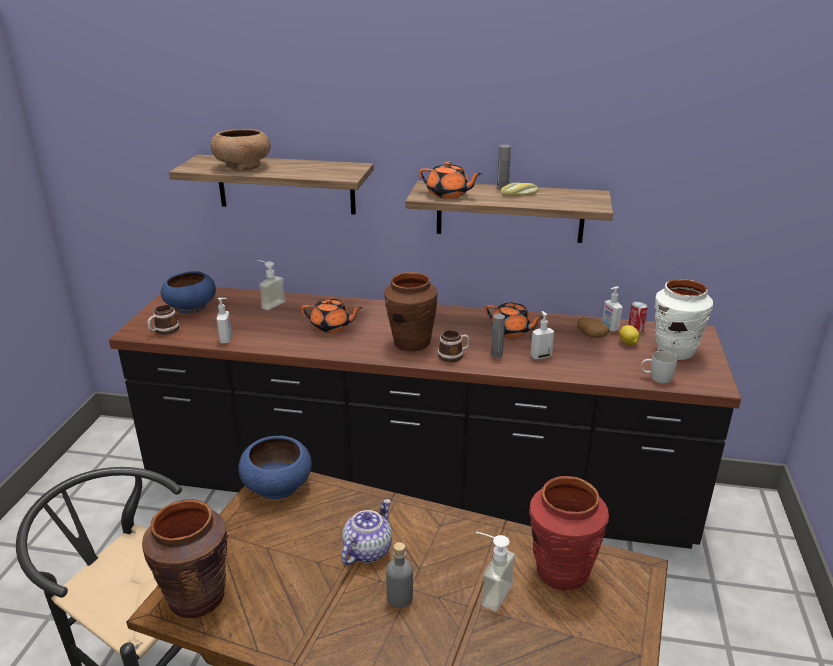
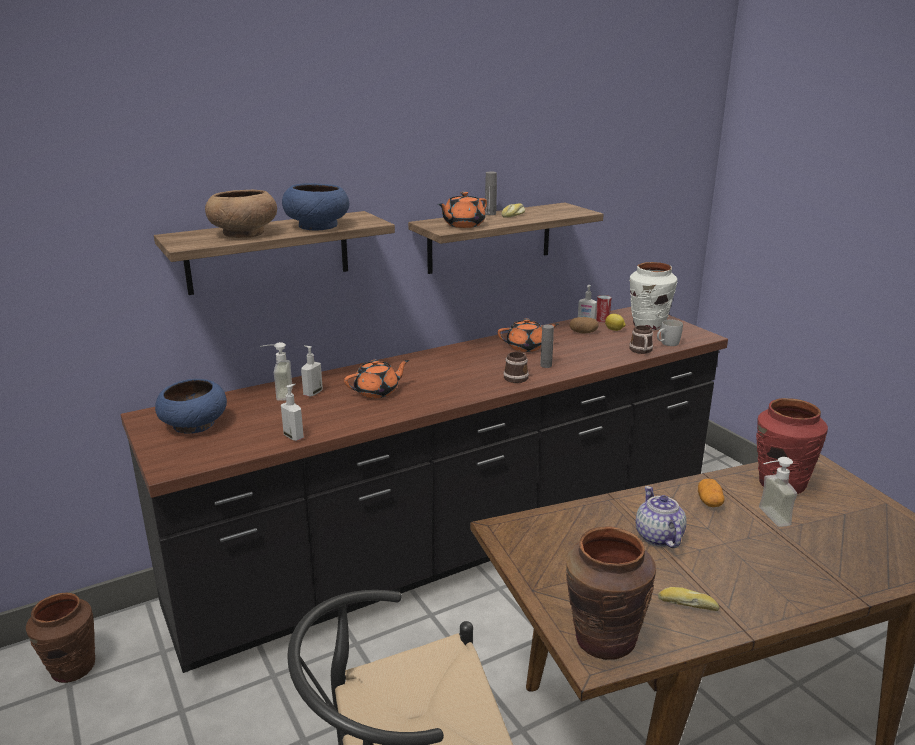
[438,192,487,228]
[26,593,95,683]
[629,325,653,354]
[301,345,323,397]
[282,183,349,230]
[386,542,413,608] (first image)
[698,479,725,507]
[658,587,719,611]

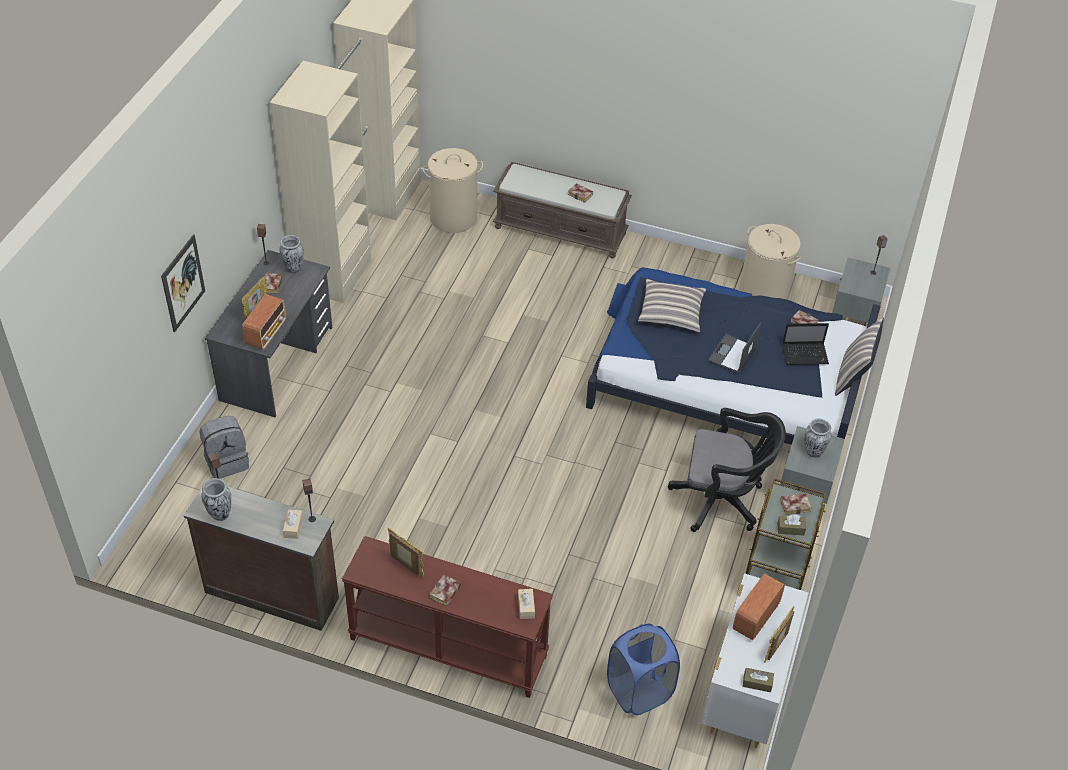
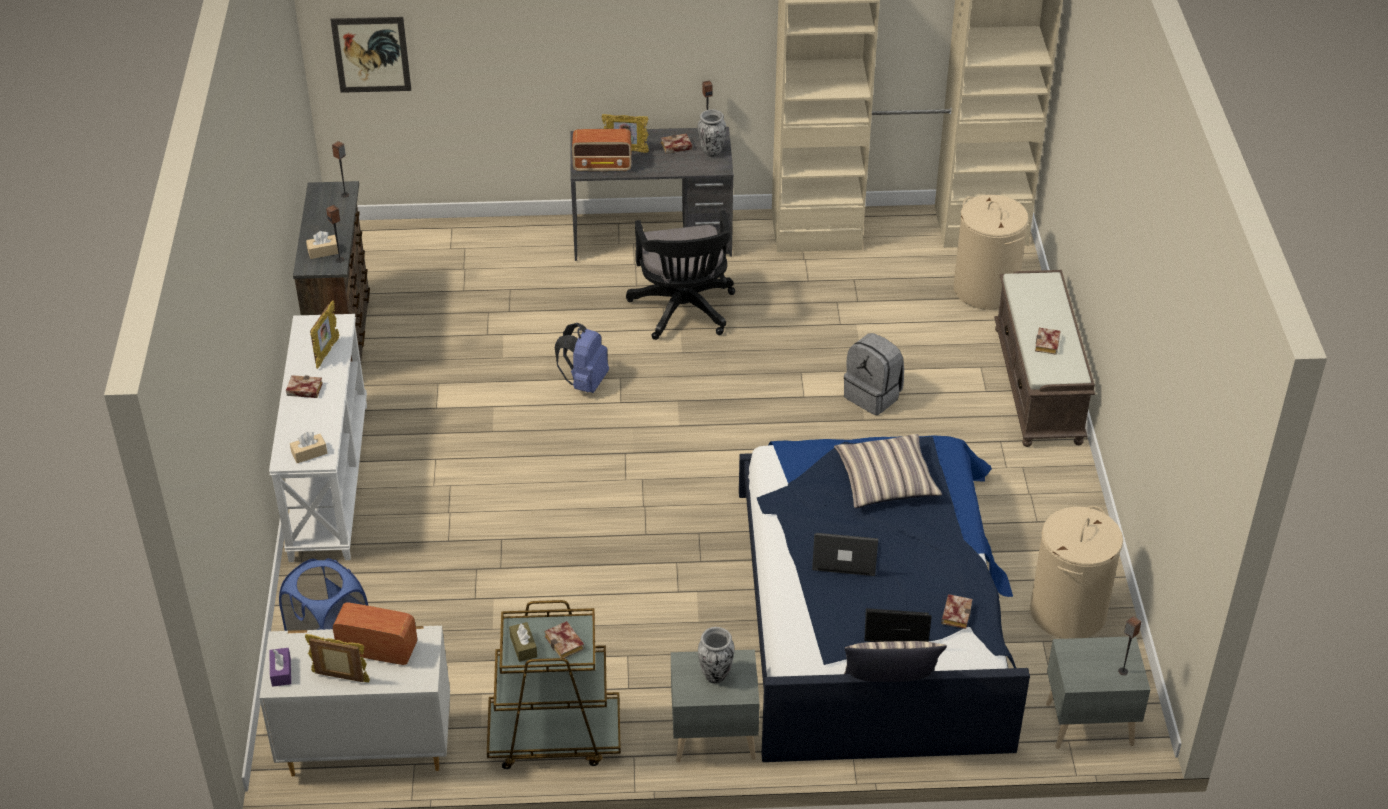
[330,17,411,93]
[864,608,932,642]
[626,211,735,340]
[844,333,904,415]
[201,478,231,521] (first image)
[269,314,367,562]
[269,648,291,687]
[555,323,609,393]

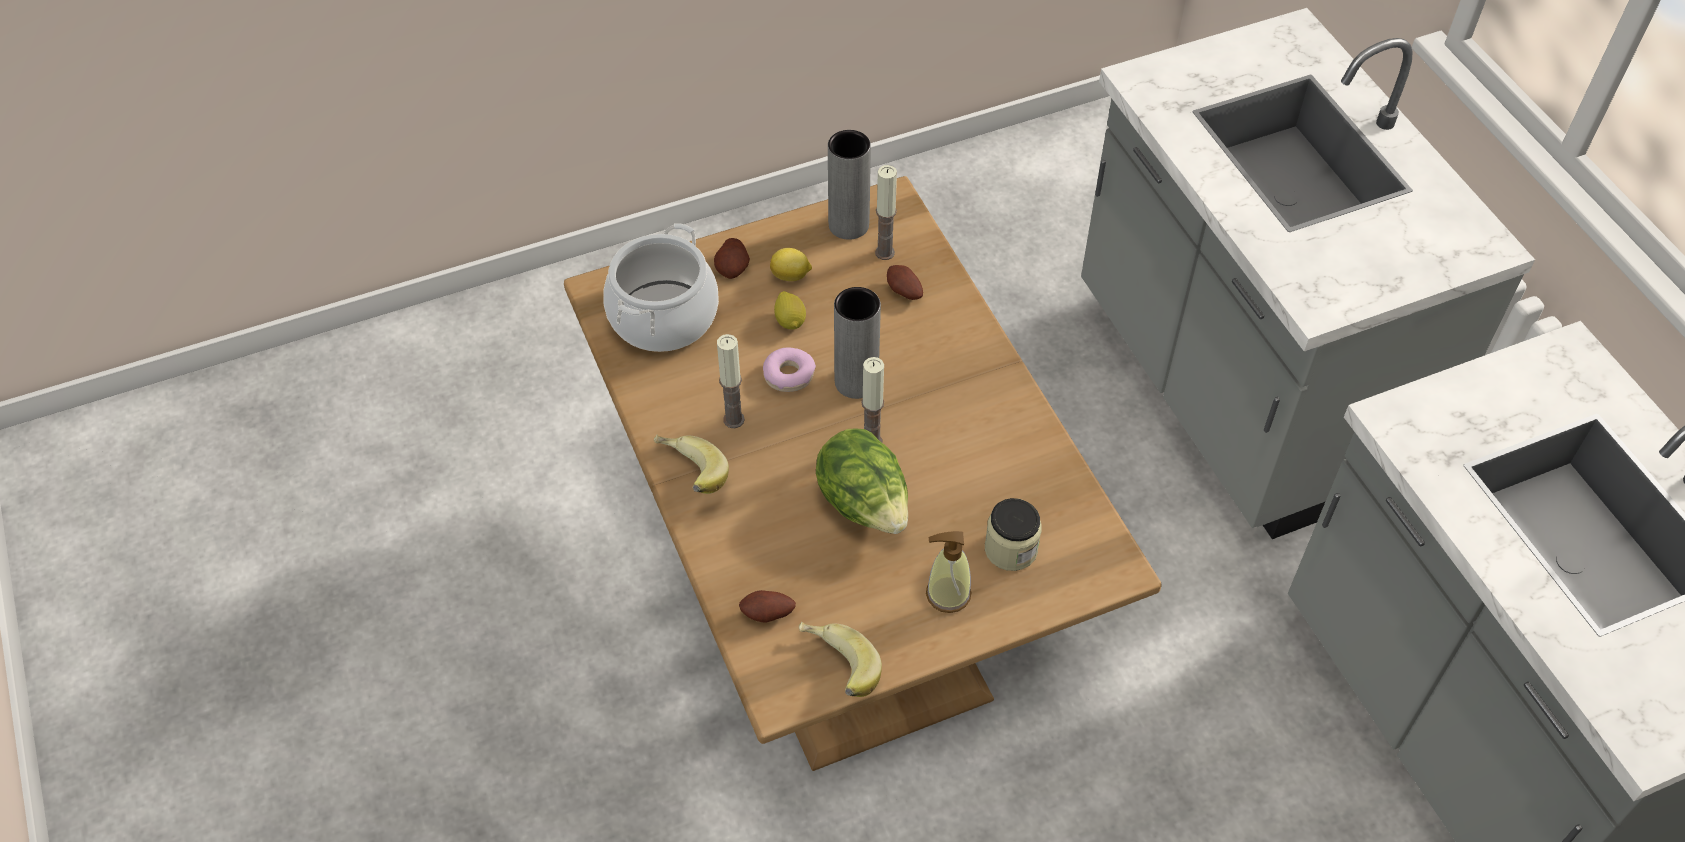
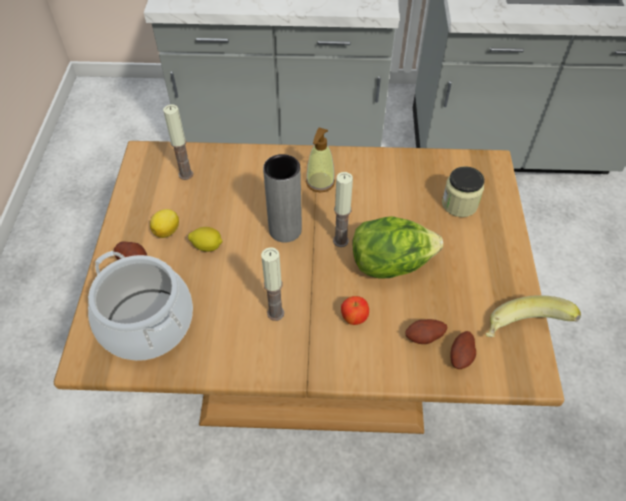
[828,130,871,240] (first image)
[405,319,448,344]
[763,347,816,392] (first image)
[654,435,729,494] (first image)
[306,127,335,193]
[341,296,369,325]

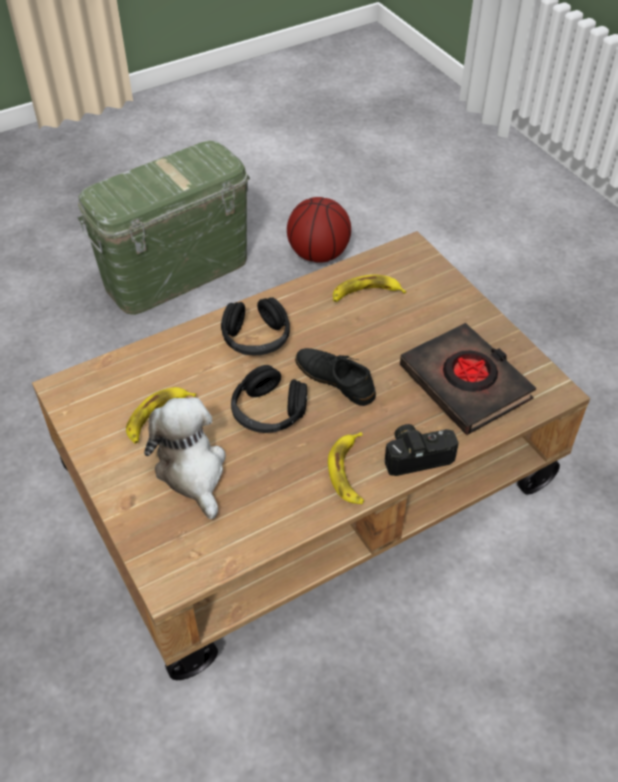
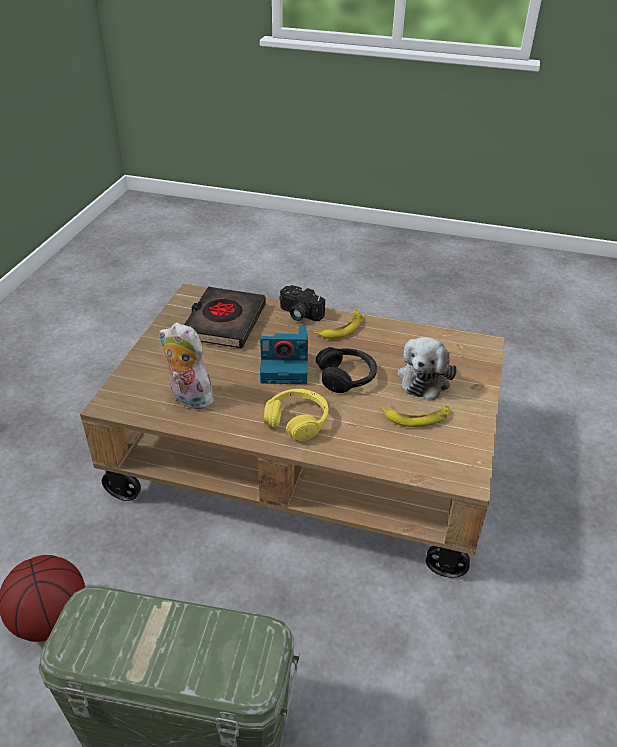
[159,322,217,409]
[264,389,329,441]
[260,326,308,384]

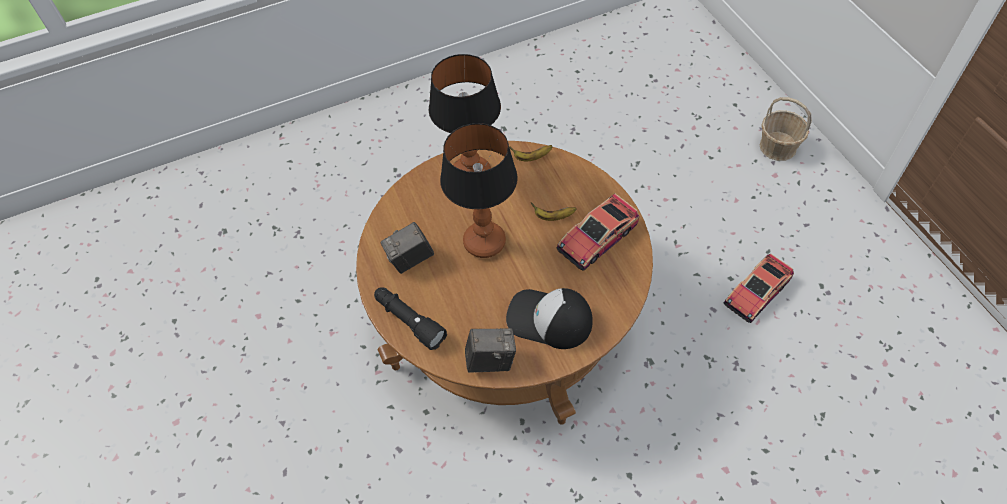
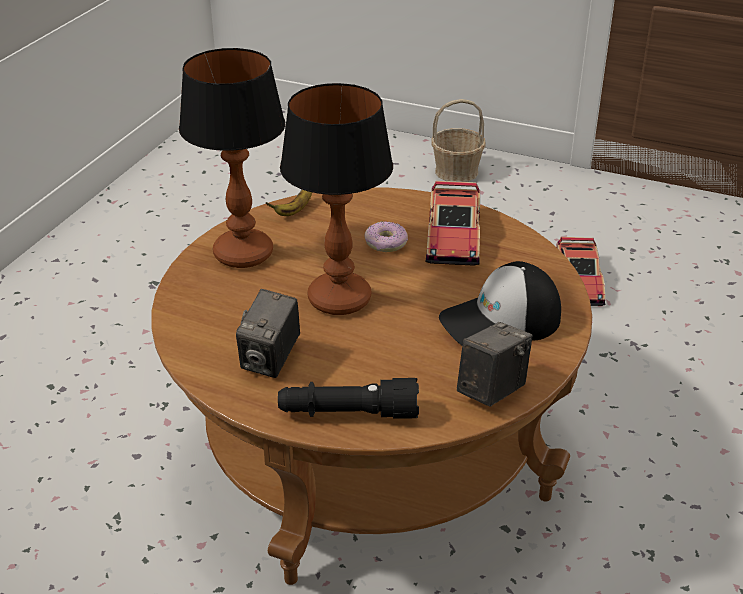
[365,221,408,252]

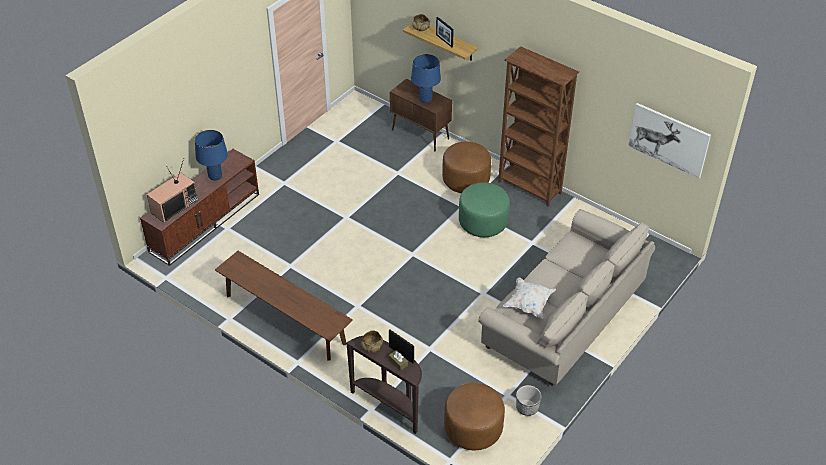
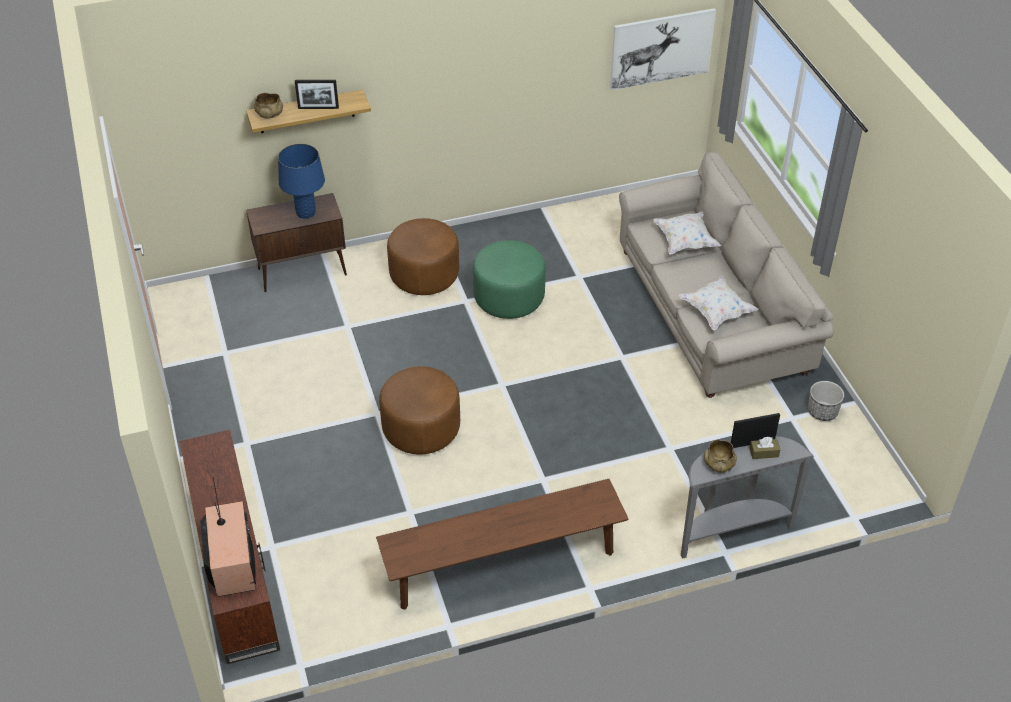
[498,46,579,207] (first image)
[195,130,228,181] (first image)
[681,436,814,559]
[379,366,460,455]
[654,211,721,255]

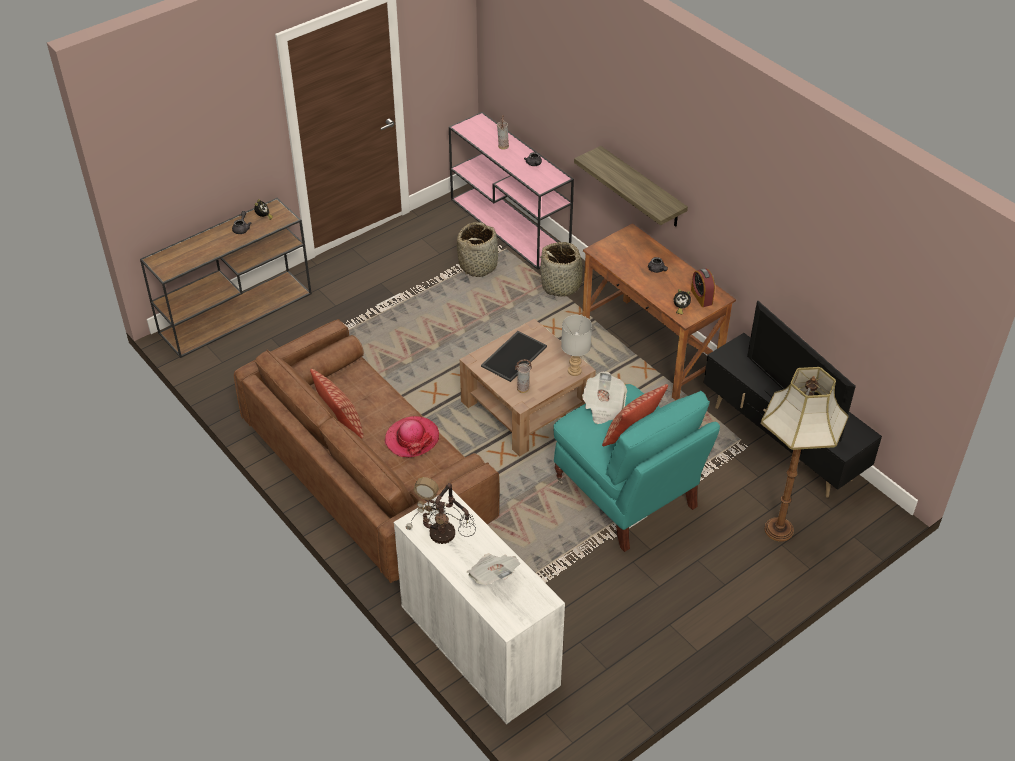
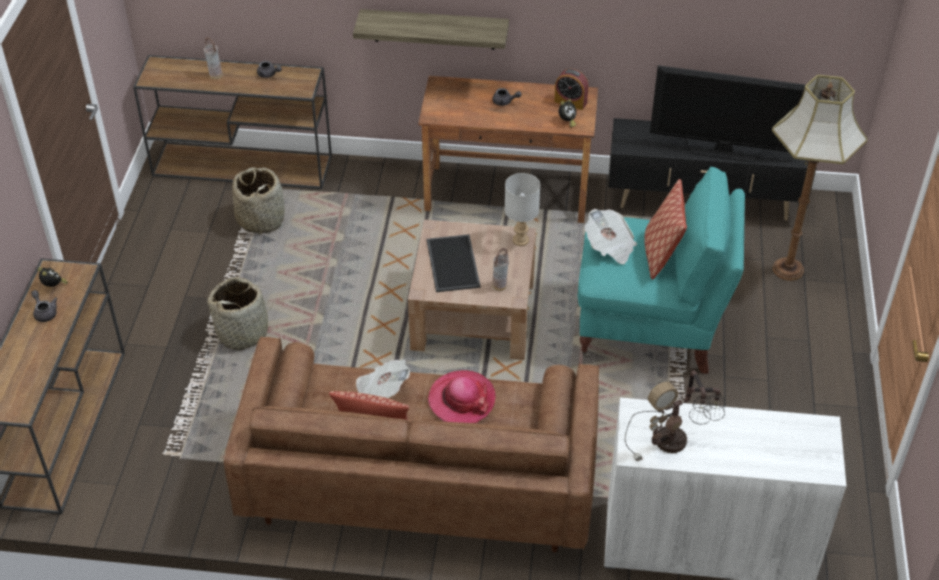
[133,55,332,189]
[207,277,275,350]
[356,360,410,398]

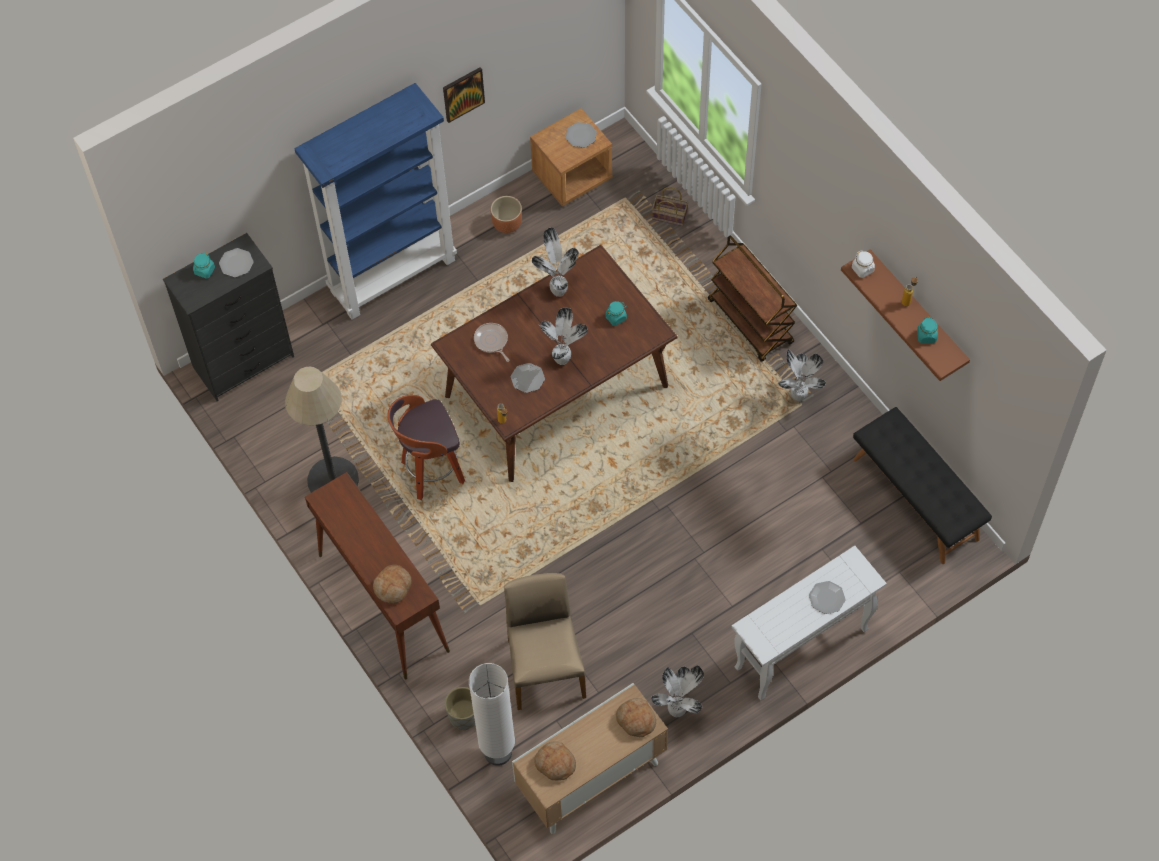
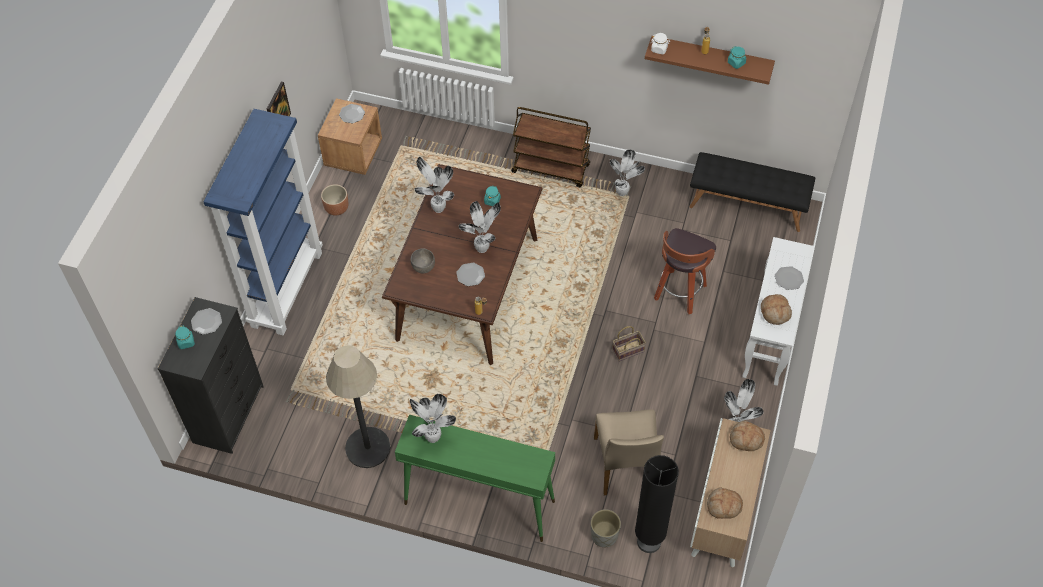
[612,326,646,362]
[411,248,435,273]
[654,228,716,314]
[395,414,555,542]
[761,294,792,325]
[594,409,664,495]
[635,455,679,553]
[410,394,456,443]

